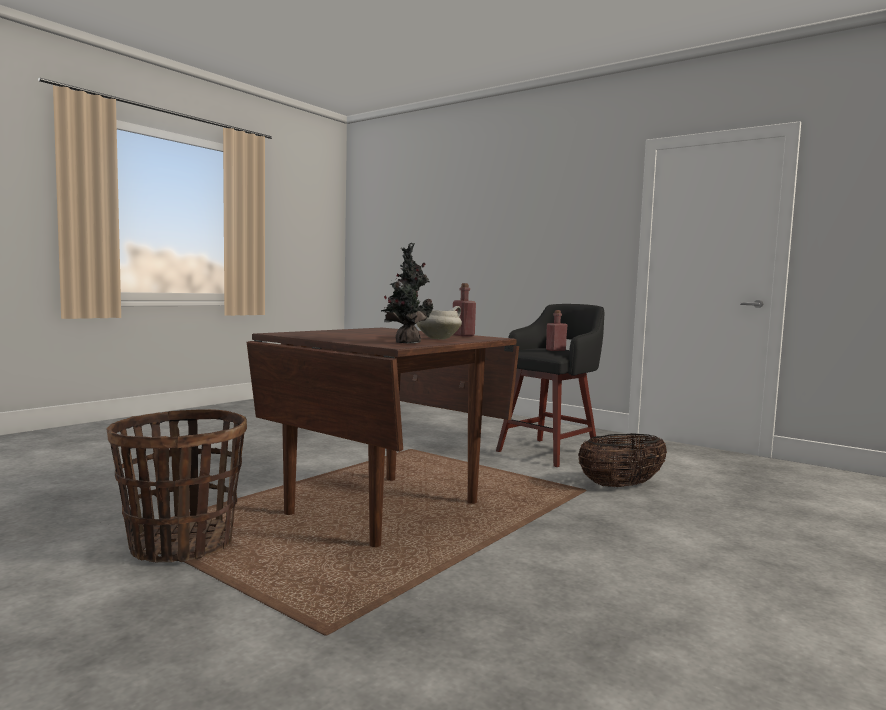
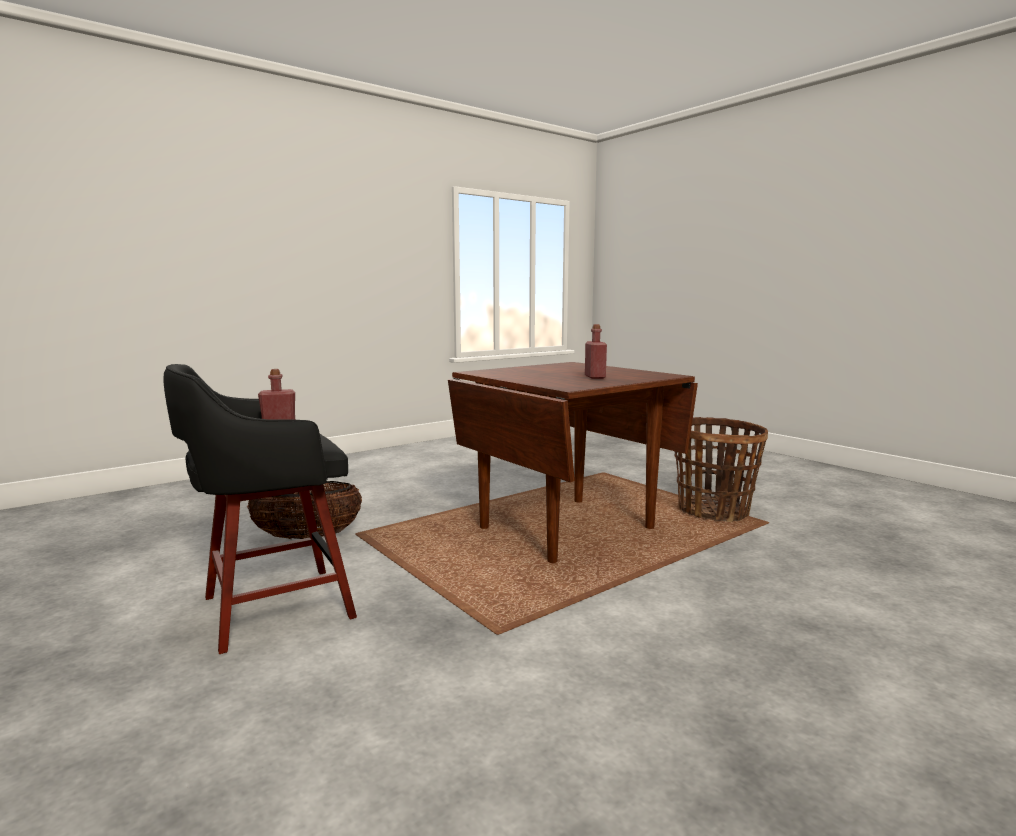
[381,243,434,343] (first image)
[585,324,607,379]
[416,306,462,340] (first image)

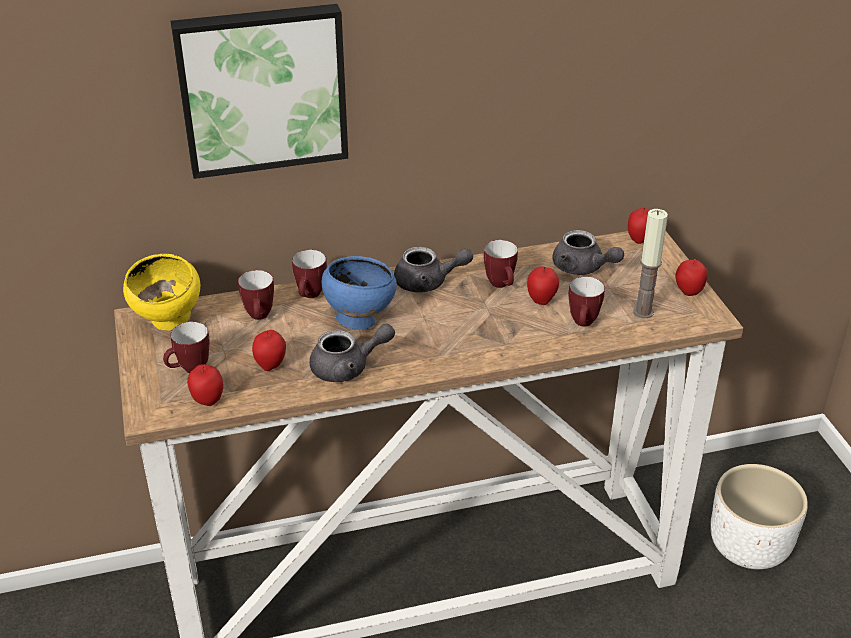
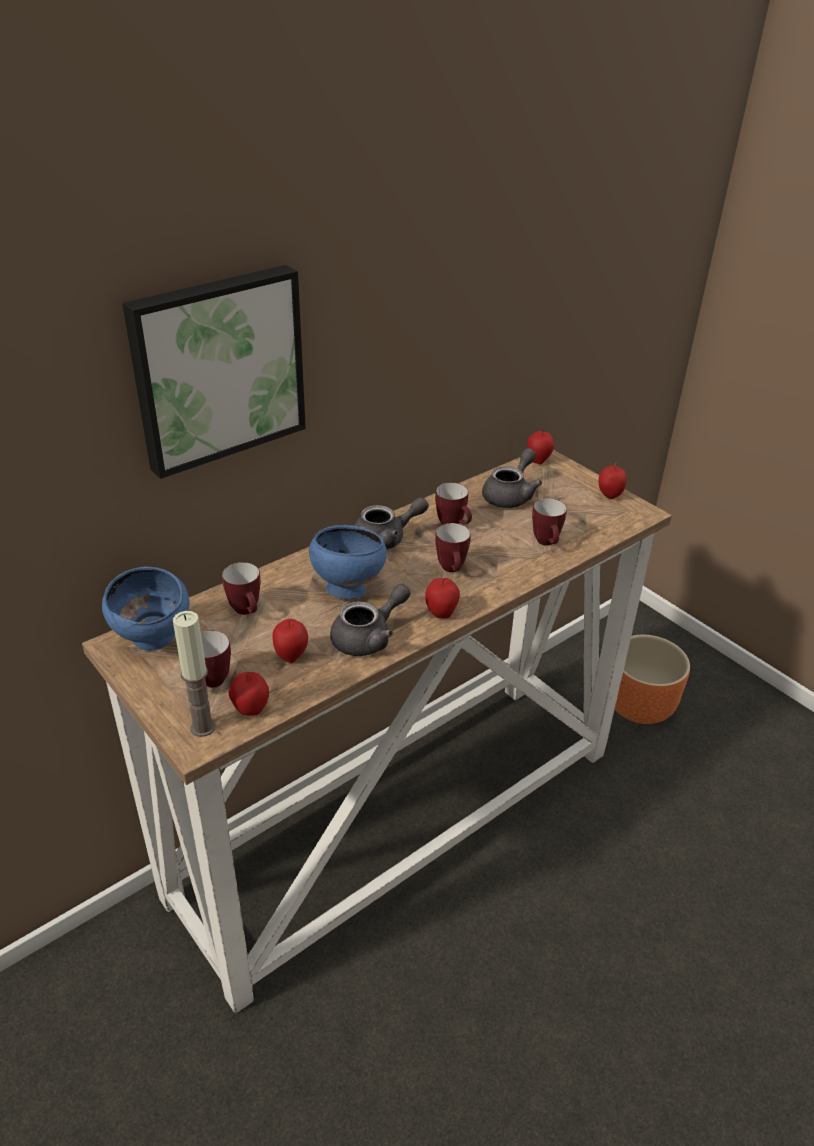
[173,611,216,737]
[482,448,542,508]
[435,523,471,572]
[102,567,189,651]
[425,578,460,618]
[615,635,690,724]

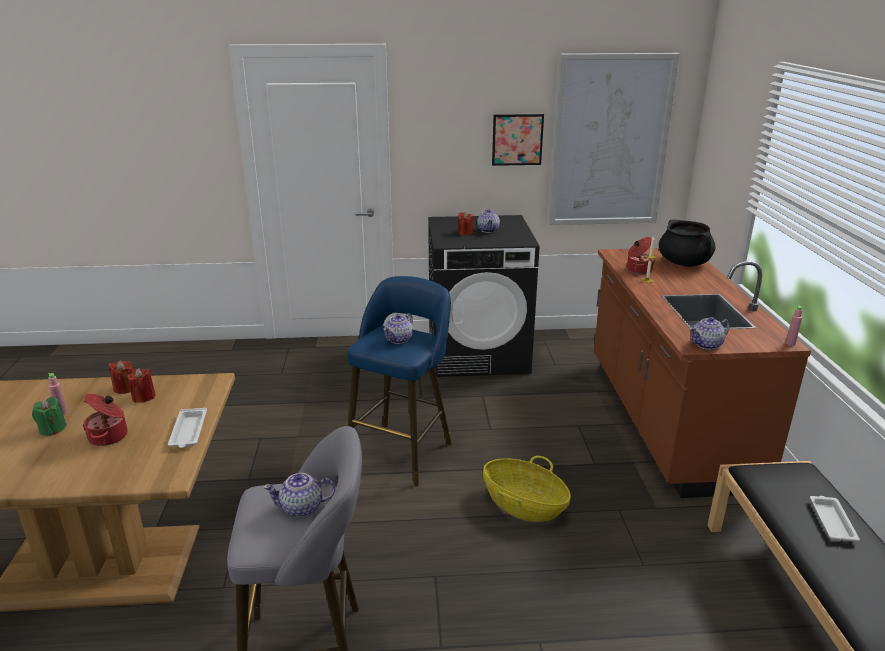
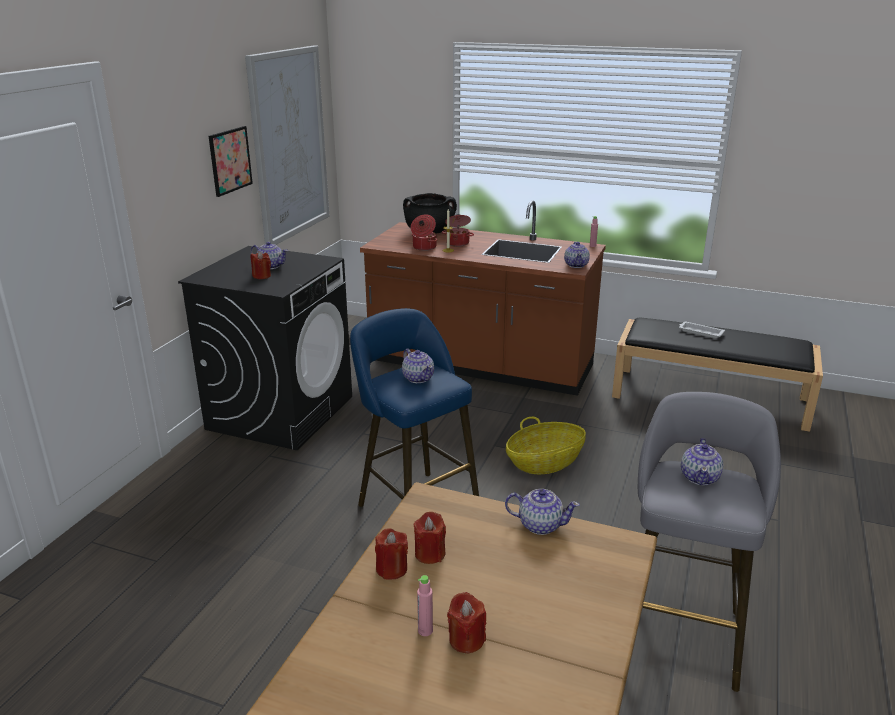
[442,214,474,247]
[447,592,486,653]
[505,489,580,535]

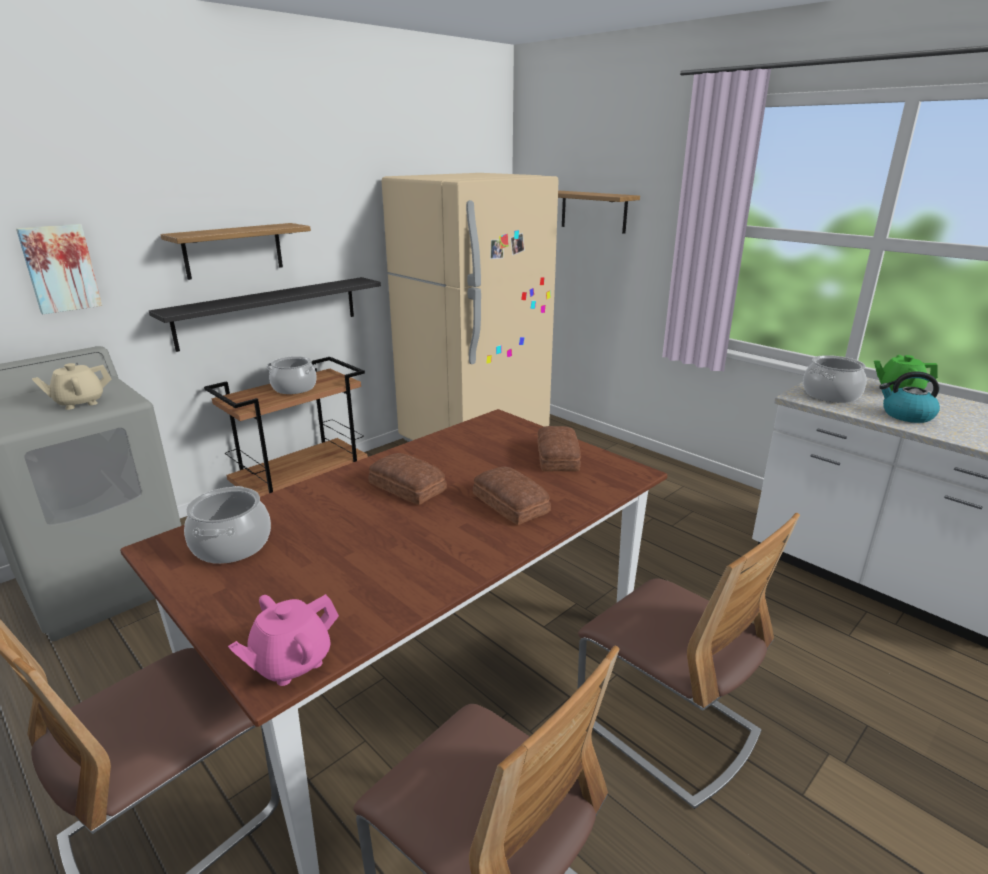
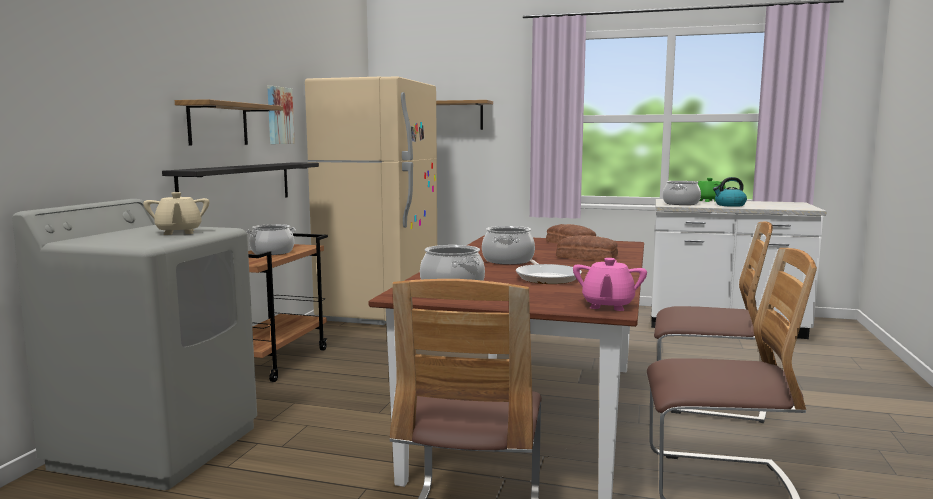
[267,86,295,144]
[143,192,209,235]
[482,226,535,265]
[516,259,582,284]

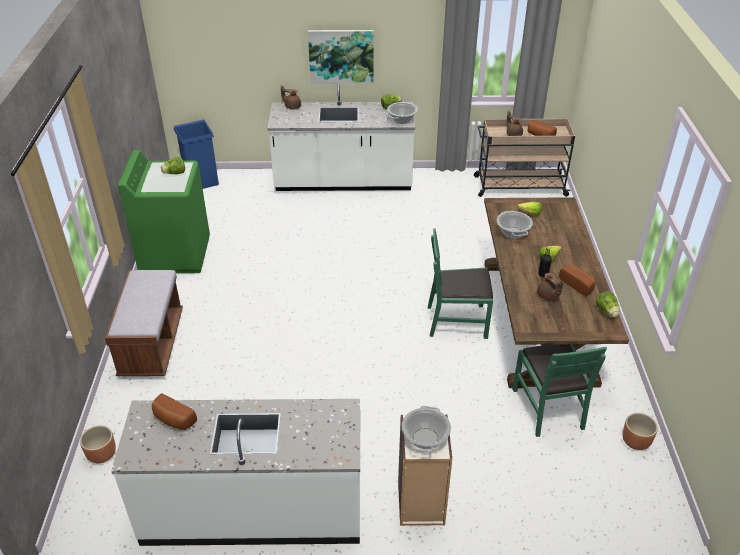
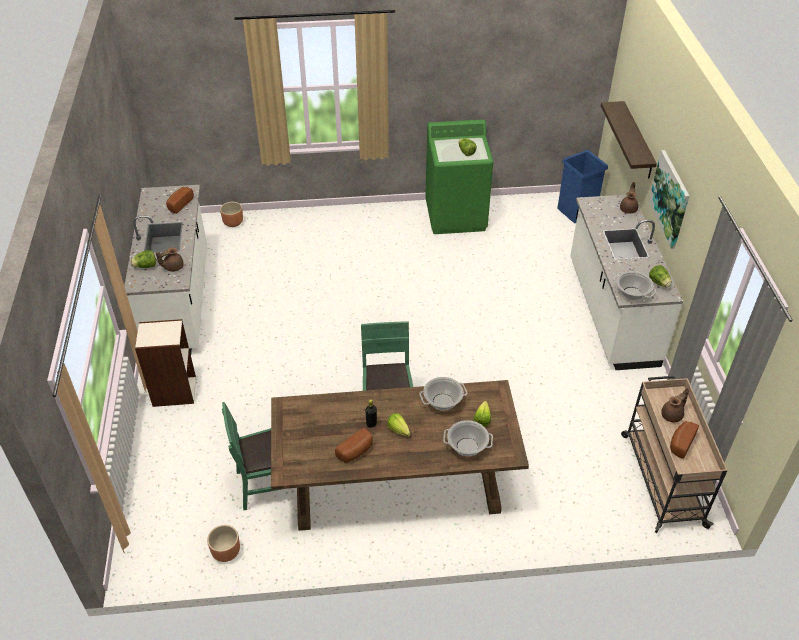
[105,270,183,376] (first image)
[156,247,184,272]
[130,250,156,268]
[443,420,493,456]
[601,101,657,178]

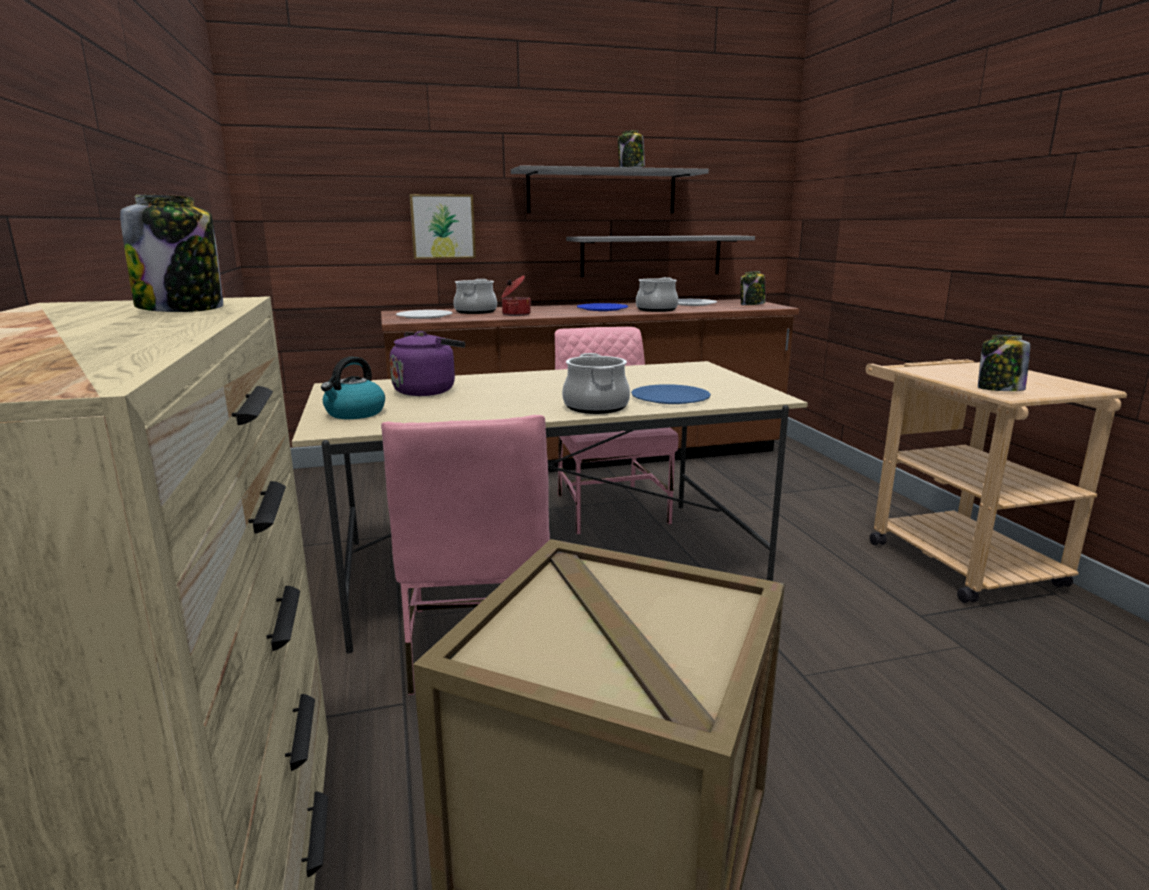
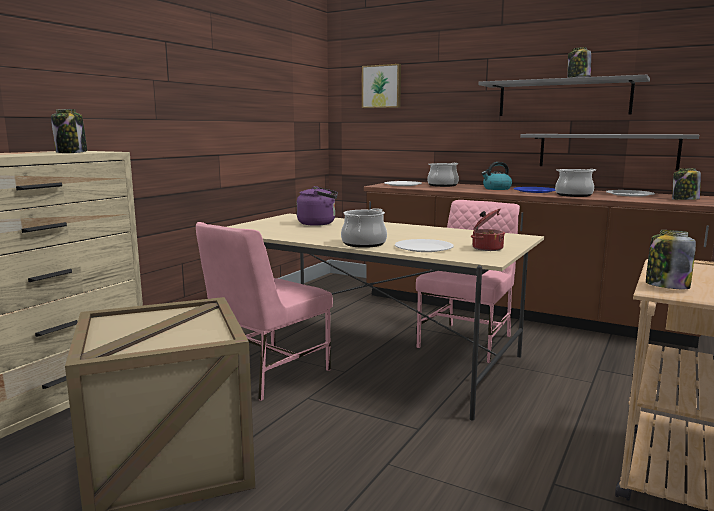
[362,64,401,108]
[471,209,505,251]
[481,162,512,190]
[395,239,453,252]

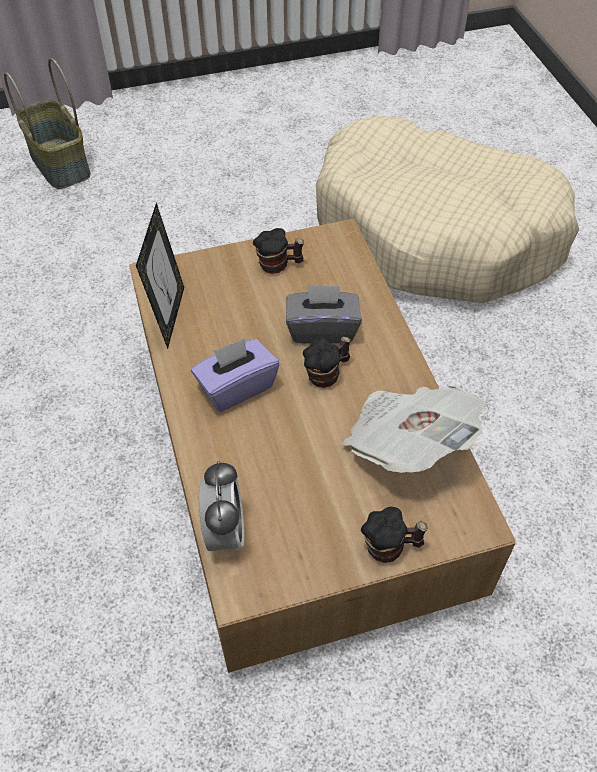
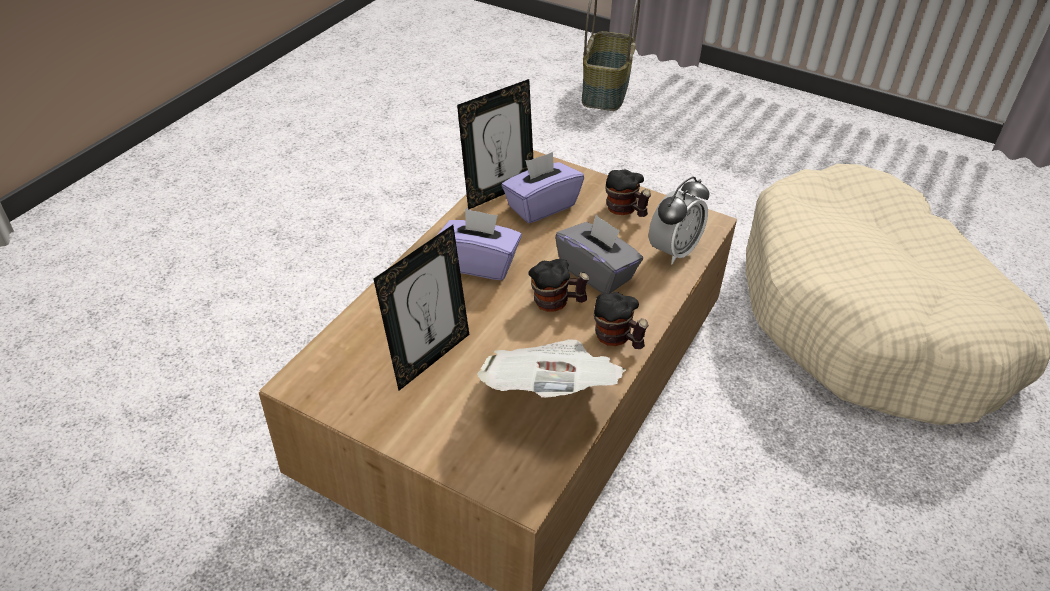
[649,176,709,265]
[594,292,649,349]
[502,152,584,223]
[374,225,469,391]

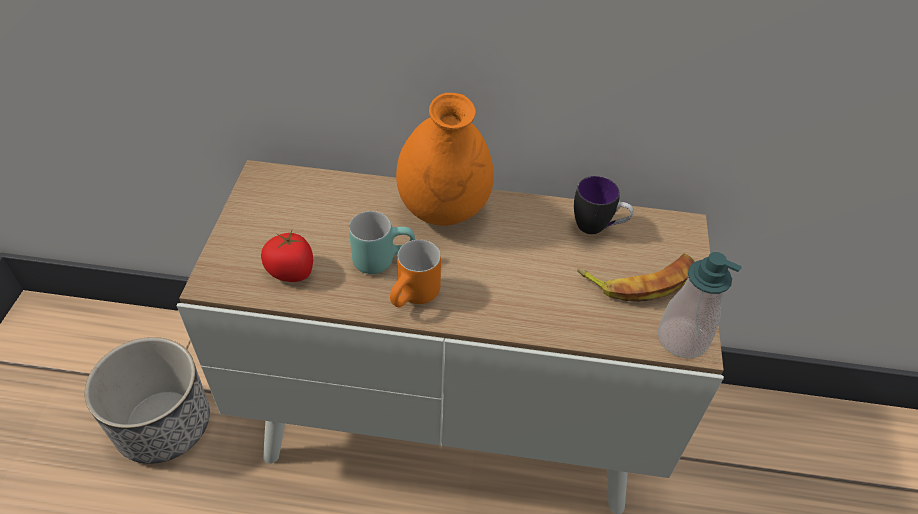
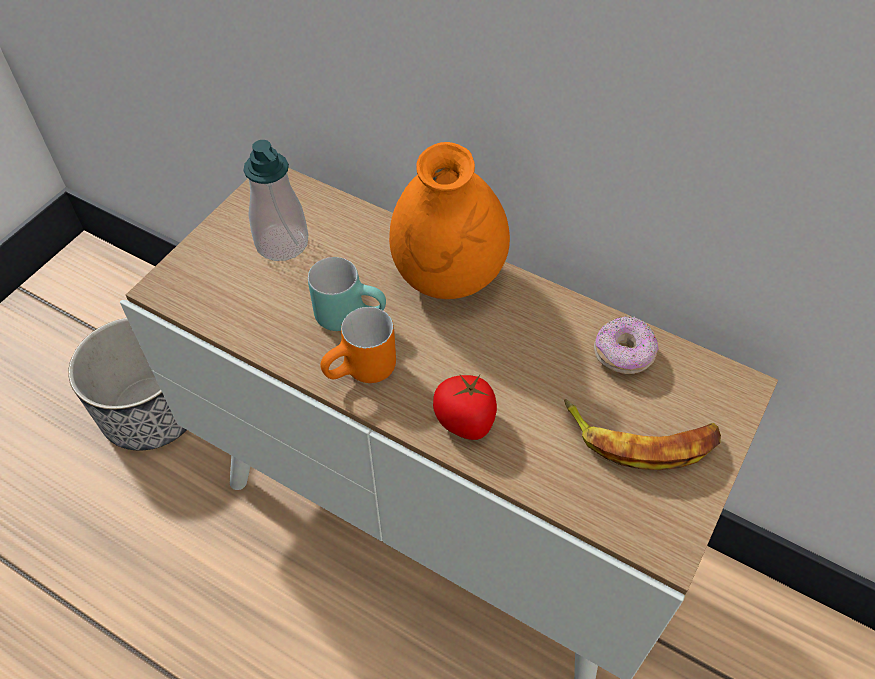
[594,316,658,374]
[433,375,497,440]
[243,140,308,261]

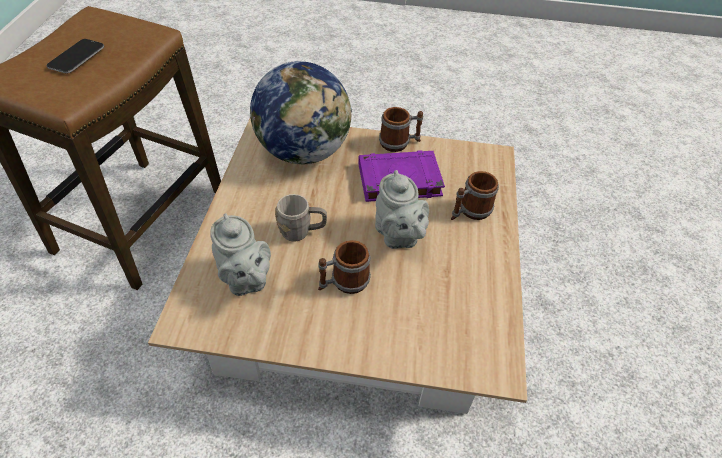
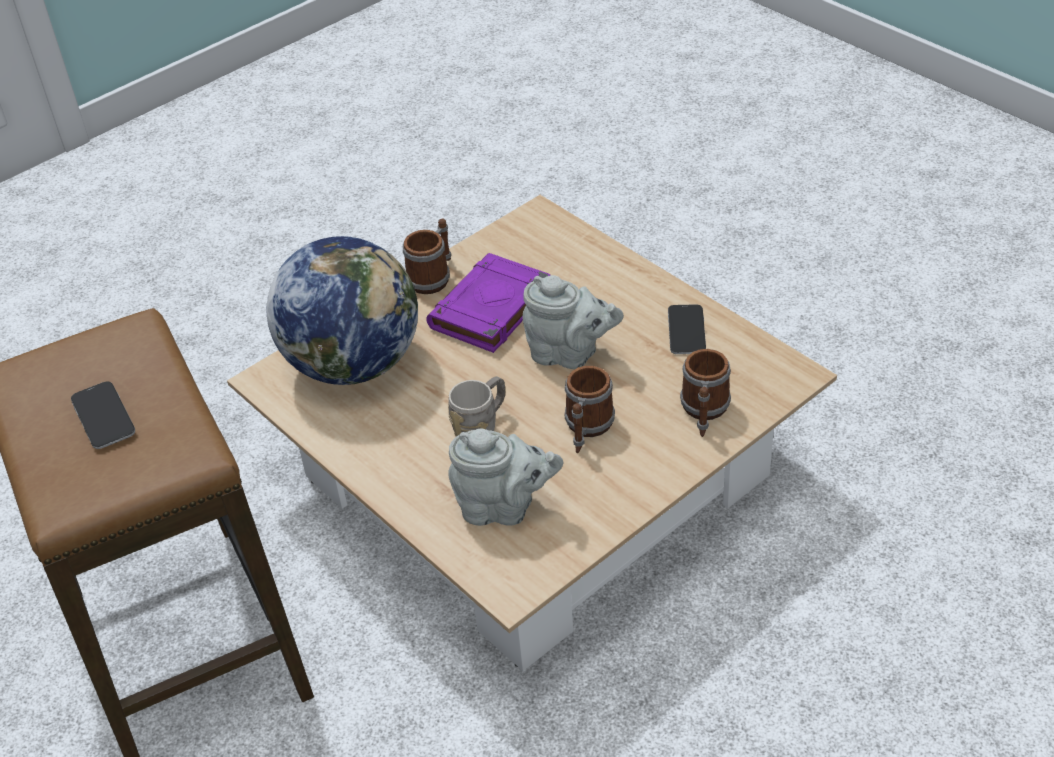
[680,349,731,437]
[668,304,706,354]

